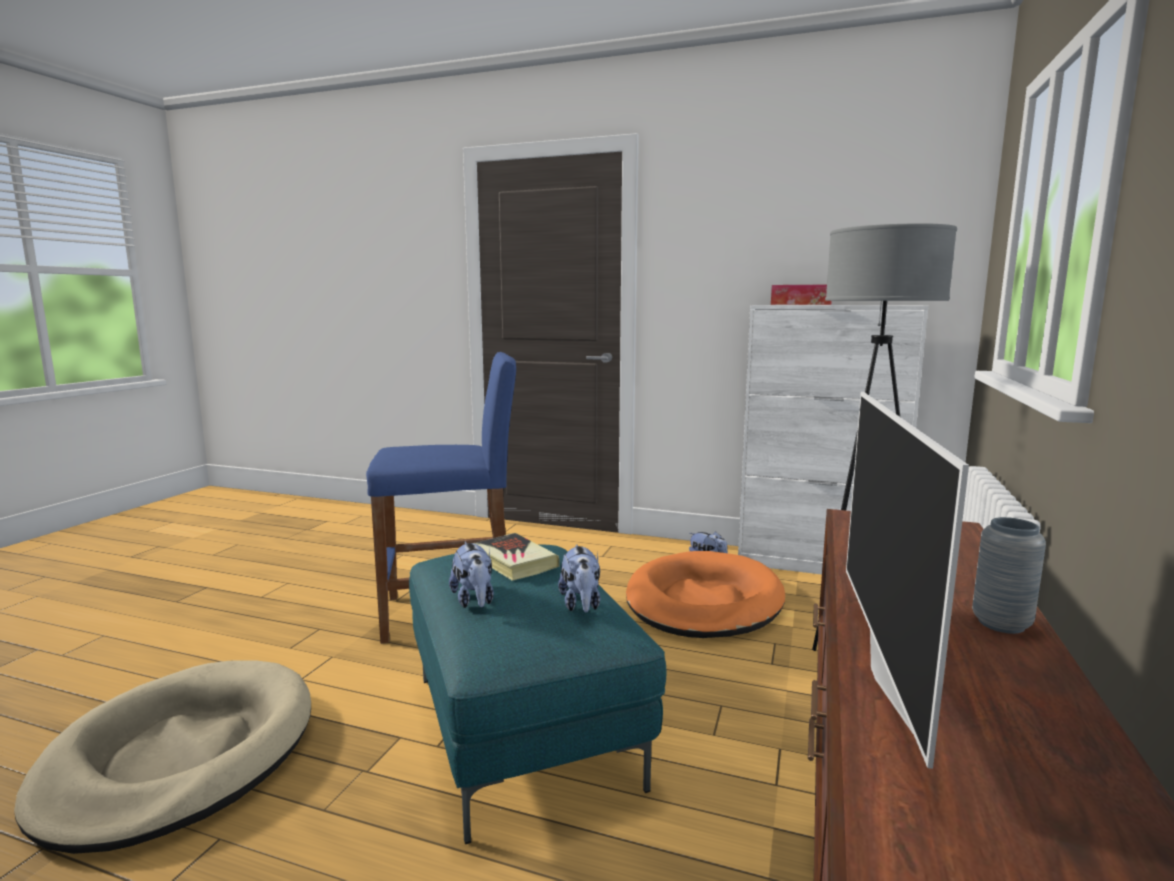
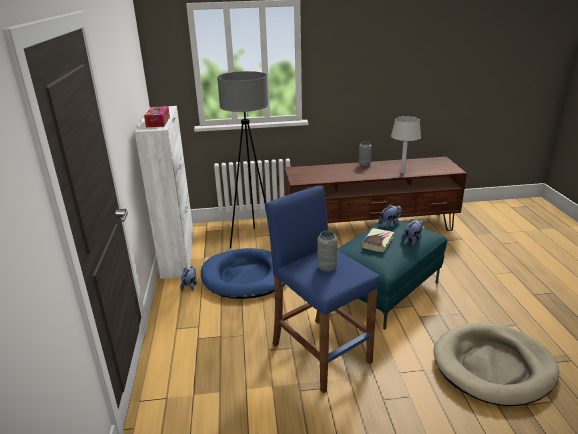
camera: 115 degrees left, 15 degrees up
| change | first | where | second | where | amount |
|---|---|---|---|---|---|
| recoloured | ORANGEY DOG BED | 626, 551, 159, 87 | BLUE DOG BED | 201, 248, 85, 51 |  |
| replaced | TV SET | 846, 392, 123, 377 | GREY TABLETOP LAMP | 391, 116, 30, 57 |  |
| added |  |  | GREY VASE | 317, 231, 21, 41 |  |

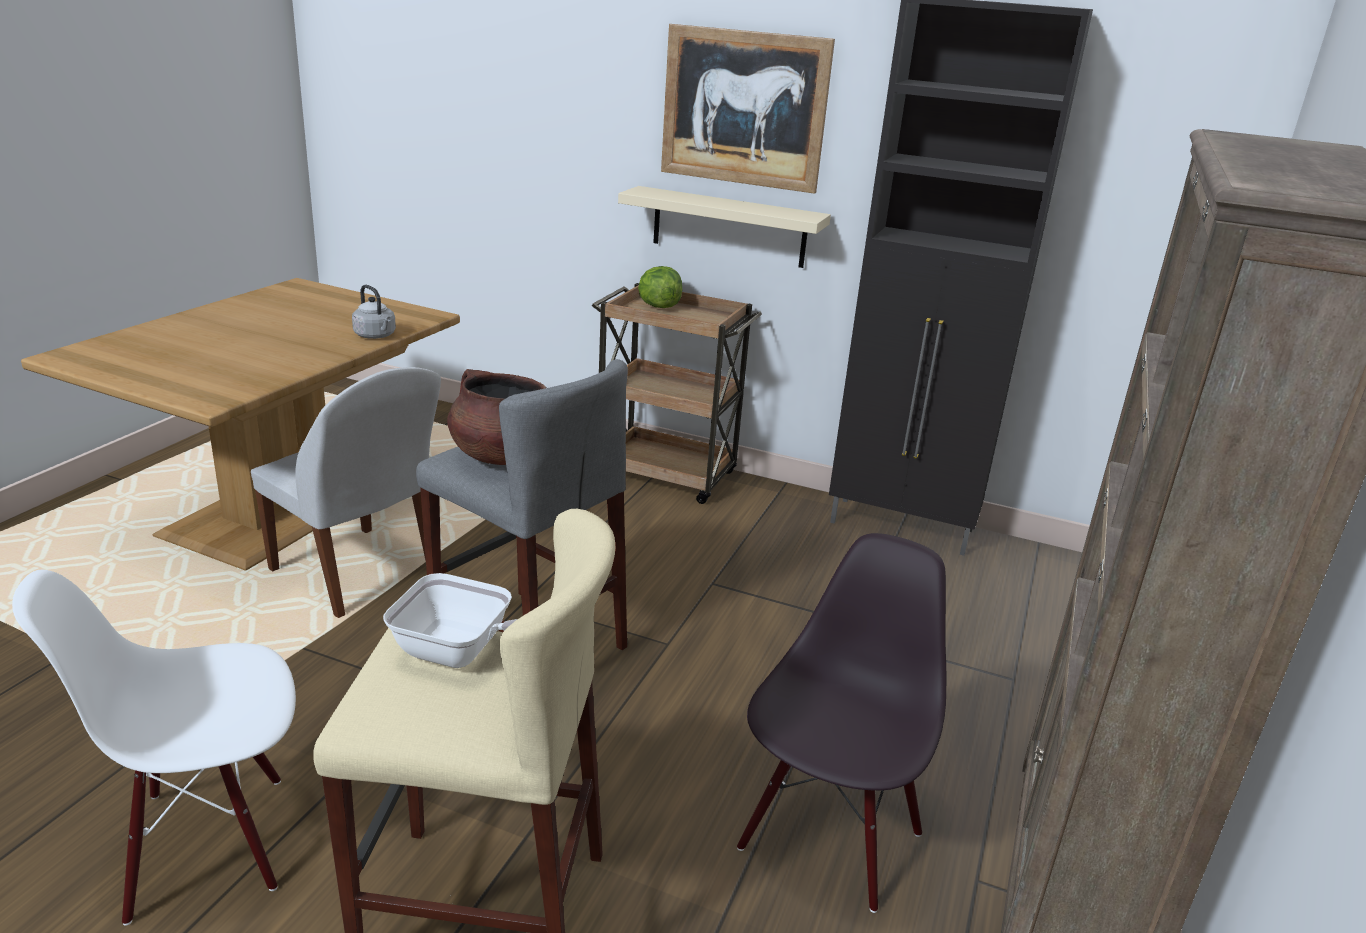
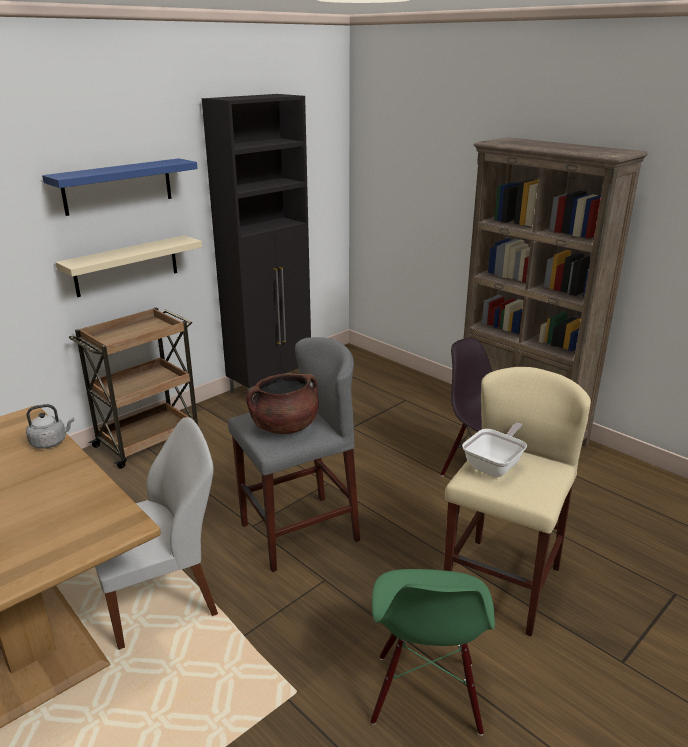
camera: 65 degrees left, 0 degrees up
| change | first | where | second | where | amount |
|---|---|---|---|---|---|
| recoloured | WHITE UPRIGHT CHAIR | 12, 569, 284, 357 | GREENISH UPRIGHT CHAIR | 371, 569, 124, 167 |  |
| removed | LETTUCE HEAD | 638, 266, 44, 42 |  |  |  |
| replaced | PICTURE | 661, 24, 174, 170 | BLUE WALL SHELF | 42, 158, 156, 58 |  |

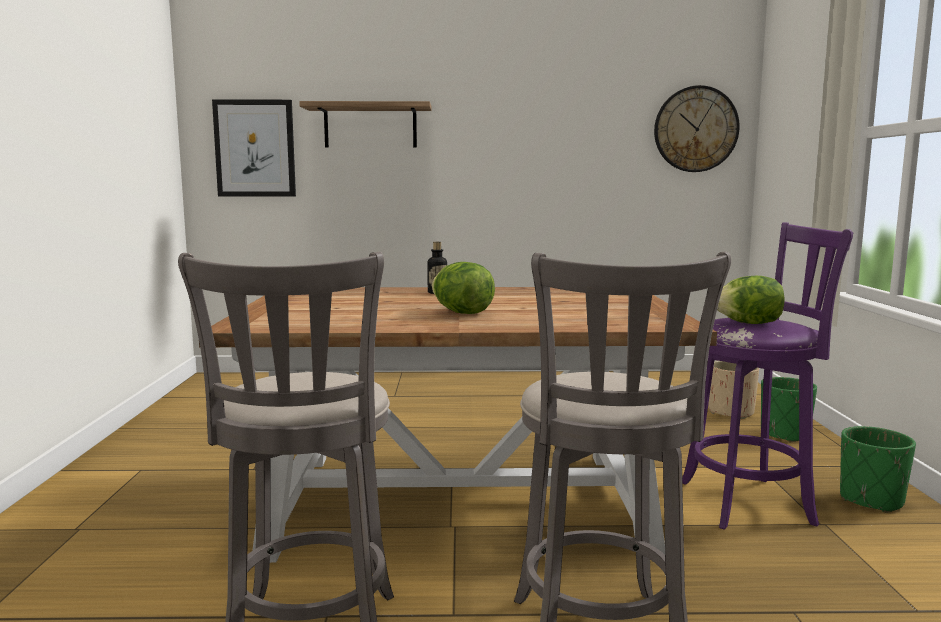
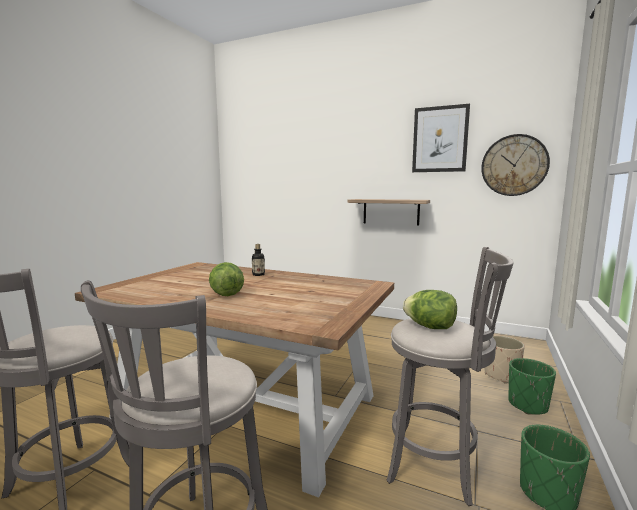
camera: 25 degrees right, 0 degrees up
| change | first | where | second | where | amount |
|---|---|---|---|---|---|
| moved | PICTURE | 212, 100, 84, 97 |  | 412, 104, 58, 68 |  |
| moved | WALL SHELF | 299, 101, 133, 47 |  | 347, 199, 83, 26 |  |
| recoloured | PURPLE-COLOURED STOOL SEAT | 682, 222, 171, 308 | GREY STOOL SEAT | 387, 247, 127, 259 |  |

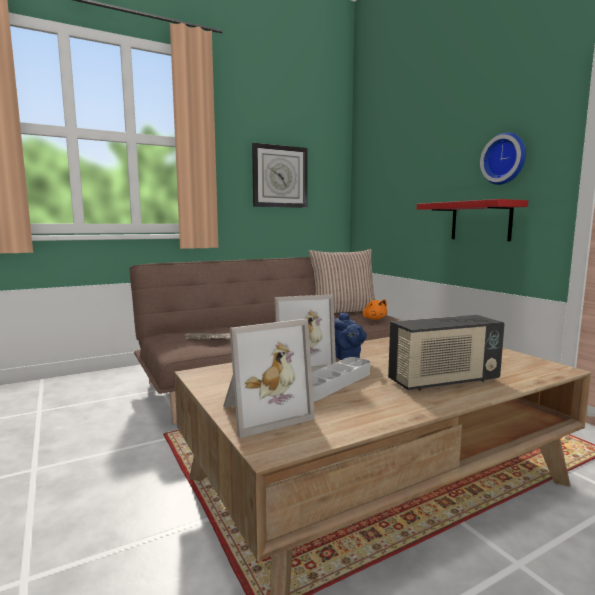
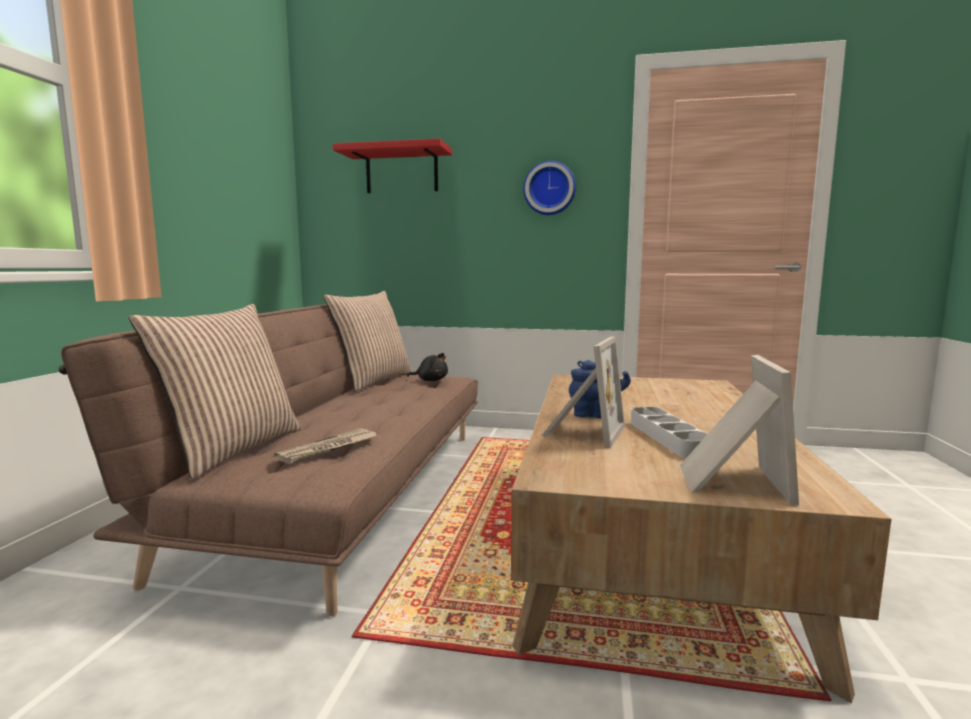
camera: 50 degrees left, 0 degrees up
| change | first | where | second | where | amount |
|---|---|---|---|---|---|
| removed | CLOCK ON THE WALL | 252, 143, 56, 65 |  |  |  |
| recoloured | ORANGEY CUDDLY TOY | 363, 299, 24, 21 | BLACKISH CUDDLY TOY | 407, 353, 41, 28 |  |
| removed | RADIO | 388, 315, 116, 75 |  |  |  |
| moved | RED WALL SHELF | 417, 199, 111, 42 |  | 333, 138, 119, 55 |  |
| added |  |  | THROW PILLOW | 129, 304, 172, 175 |  |

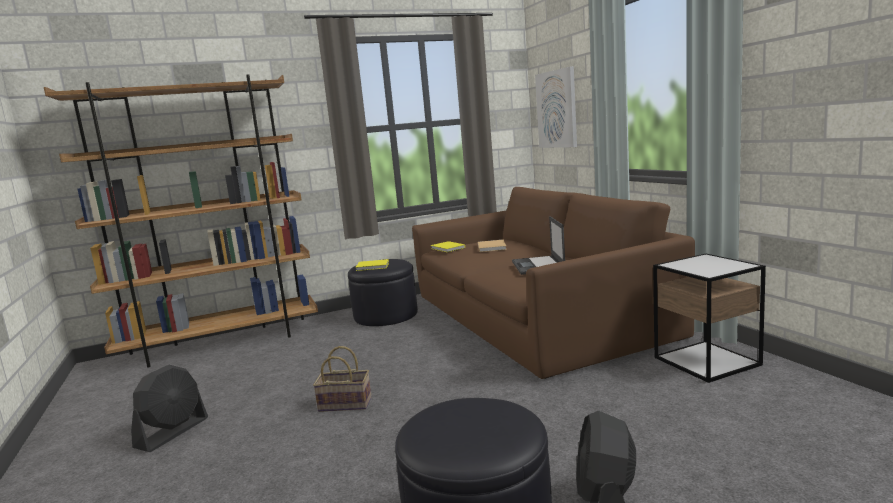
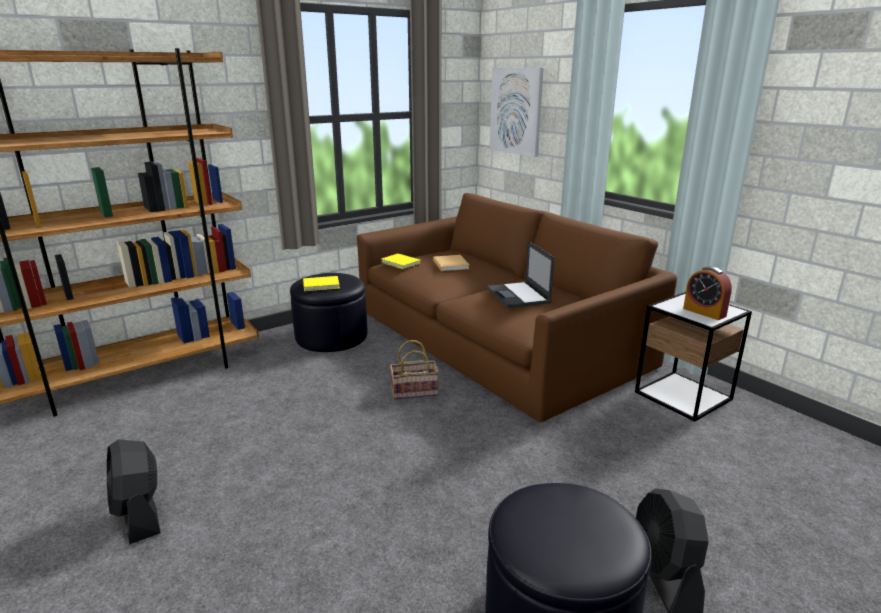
camera: 15 degrees left, 10 degrees up
| change | first | where | second | where | amount |
|---|---|---|---|---|---|
| turned | BLACKISH FAN | 131, 365, 77, 87 |  | 107, 439, 54, 105 | 135 degrees clockwise |
| moved | STORAGE BASKET | 313, 346, 58, 66 |  | 390, 340, 49, 60 |  |
| added |  |  | BEDSIDE CLOCK | 683, 266, 49, 54 |  |

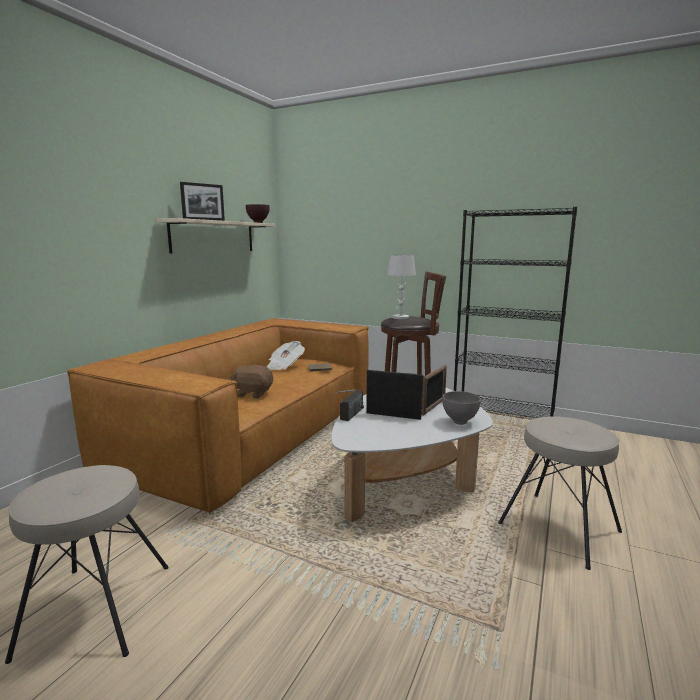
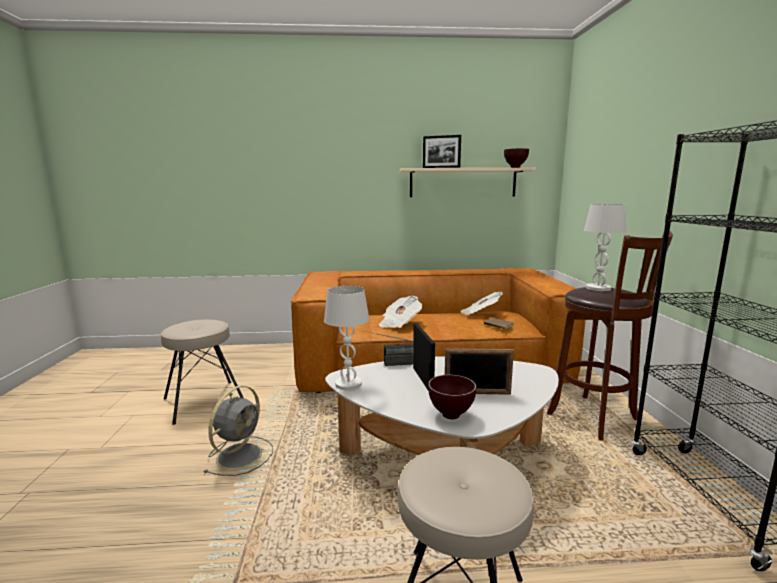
camera: 60 degrees right, 0 degrees up
| change | first | where | second | where | amount |
|---|---|---|---|---|---|
| replaced | BROWNISH CUDDLY TOY | 230, 365, 43, 33 | DAILY PAPER | 379, 296, 43, 32 |  |
| recoloured | GREY SERVING BOWL | 442, 391, 39, 34 | BROWNISH SERVING BOWL | 428, 375, 48, 44 |  |
| added |  |  | GREY FAN | 204, 386, 69, 90 |  |
| added |  |  | WHITE TABLETOP LAMP | 324, 286, 45, 104 |  |

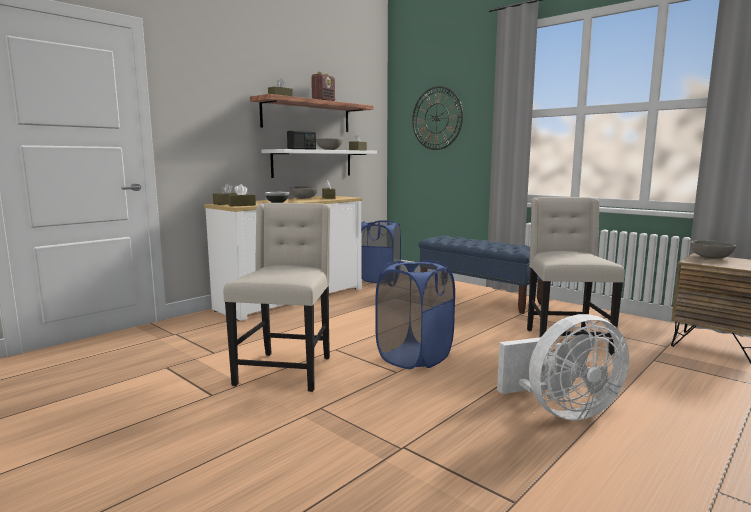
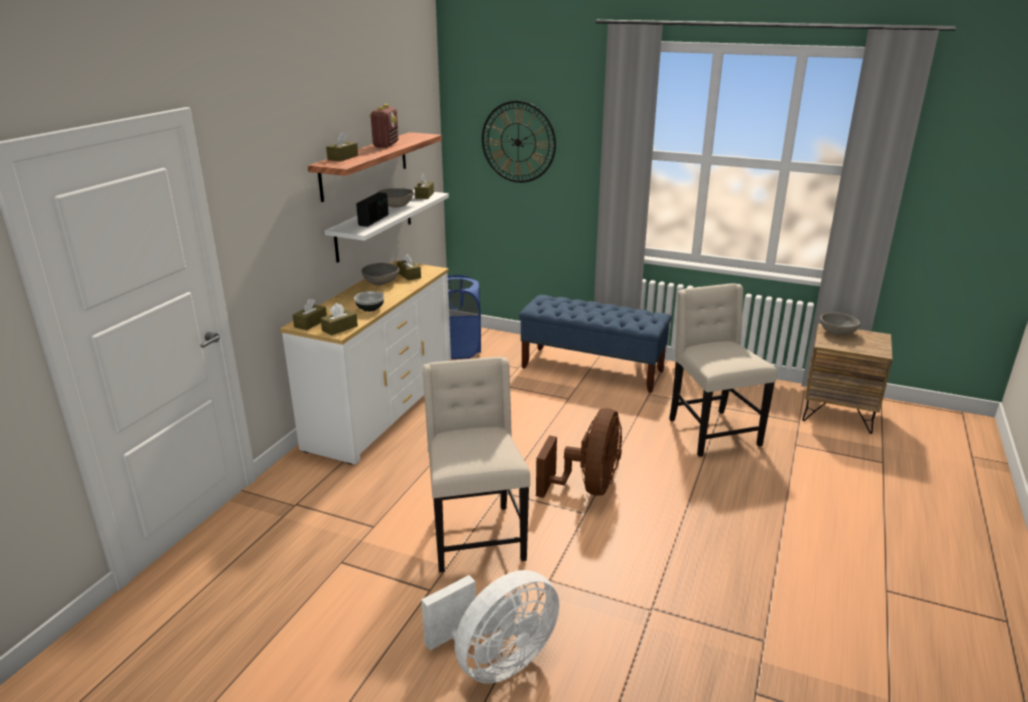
camera: 20 degrees left, 15 degrees up
| change | first | where | second | where | amount |
|---|---|---|---|---|---|
| replaced | BLUE LAUNDRY BASKET | 375, 260, 80, 109 | BROWNISH FAN | 536, 408, 86, 90 |  |
| moved | WHITE FAN | 497, 314, 132, 107 |  | 421, 570, 139, 113 |  |

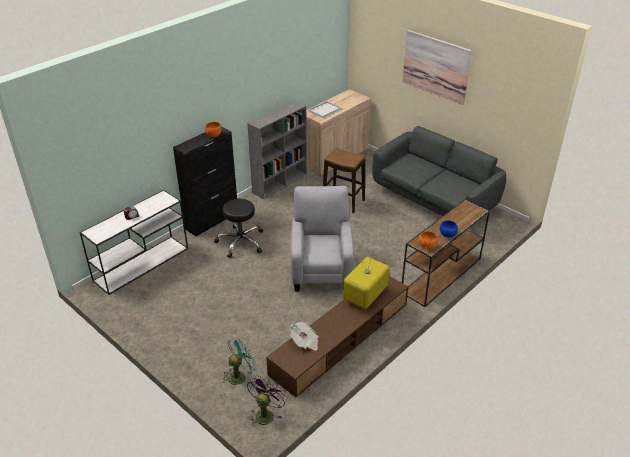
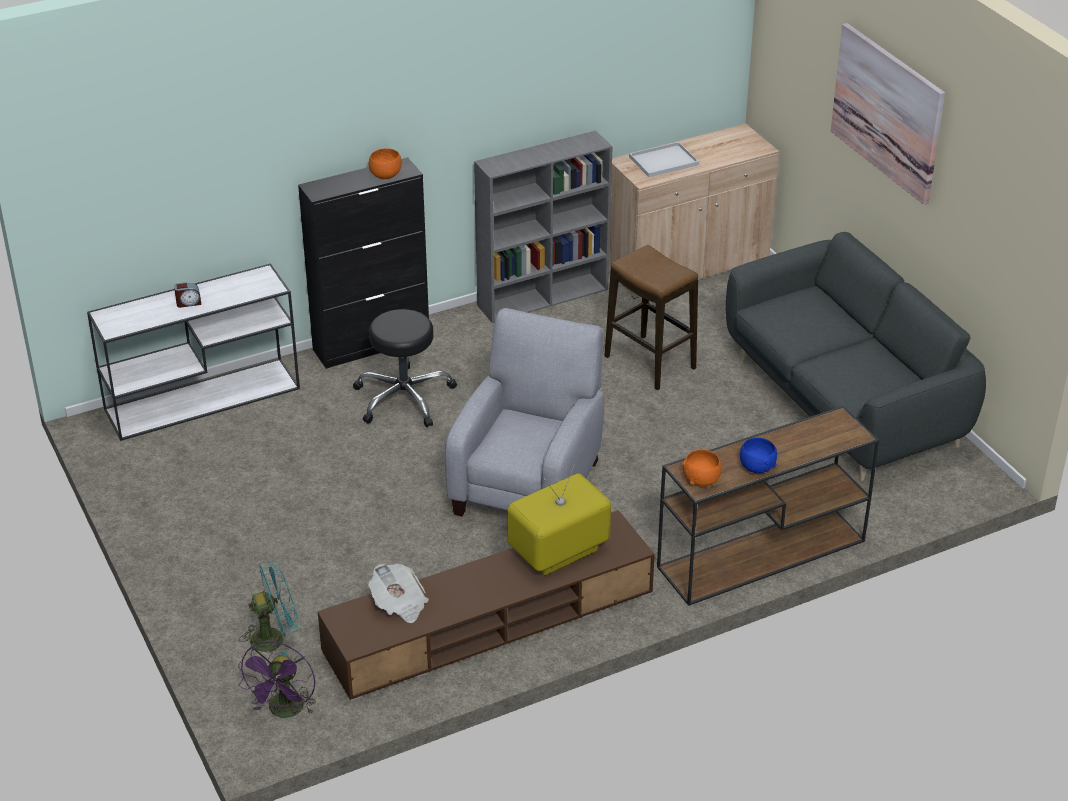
camera: 20 degrees right, 0 degrees up
| change | first | where | second | where | amount |
|---|---|---|---|---|---|
| turned | PURPLE-COLOURED FAN | 247, 376, 39, 51 |  | 238, 642, 78, 76 | 150 degrees clockwise |

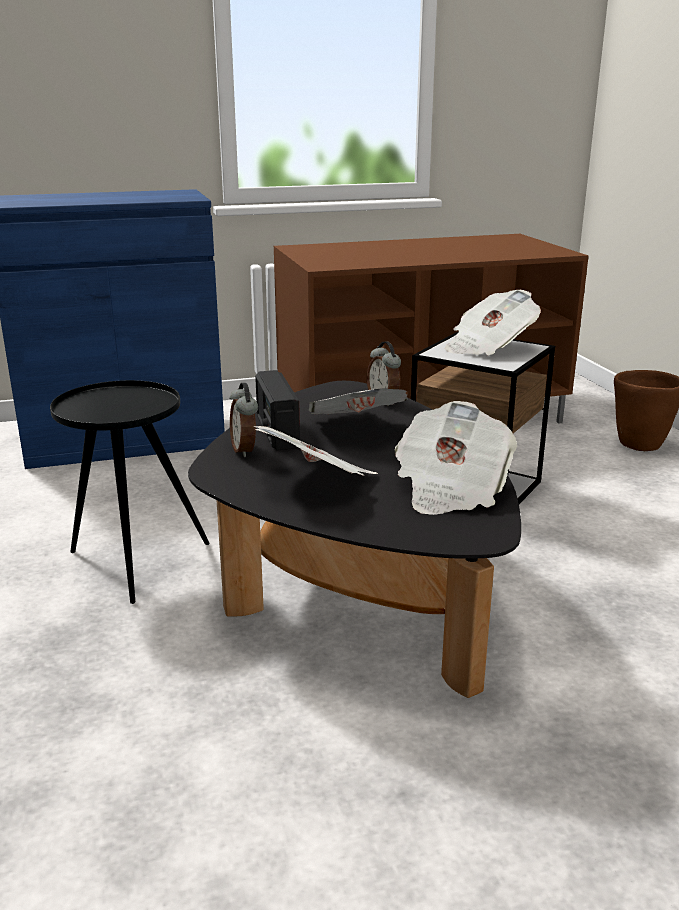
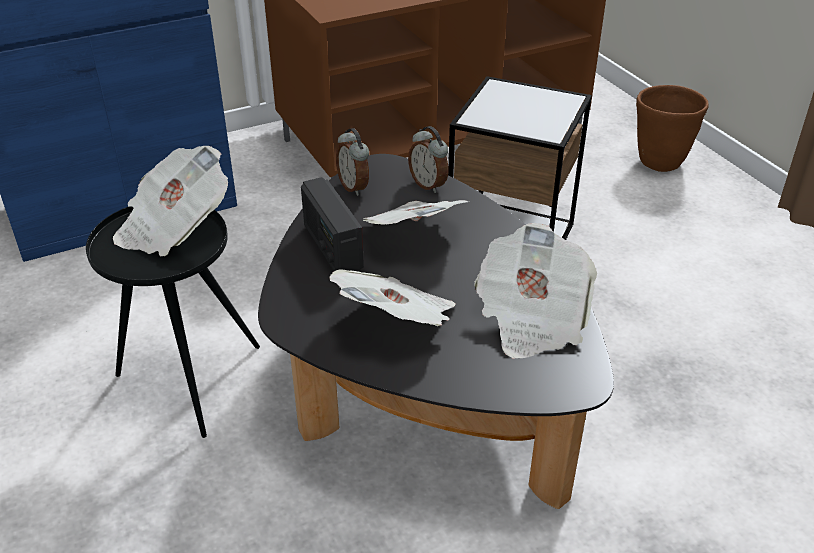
camera: 10 degrees left, 15 degrees up
| change | first | where | second | where | amount |
|---|---|---|---|---|---|
| moved | BEDSIDE CLOCK | 230, 383, 28, 74 |  | 336, 128, 33, 68 |  |
| moved | DAILY PAPER | 445, 290, 96, 65 |  | 113, 146, 115, 111 |  |

